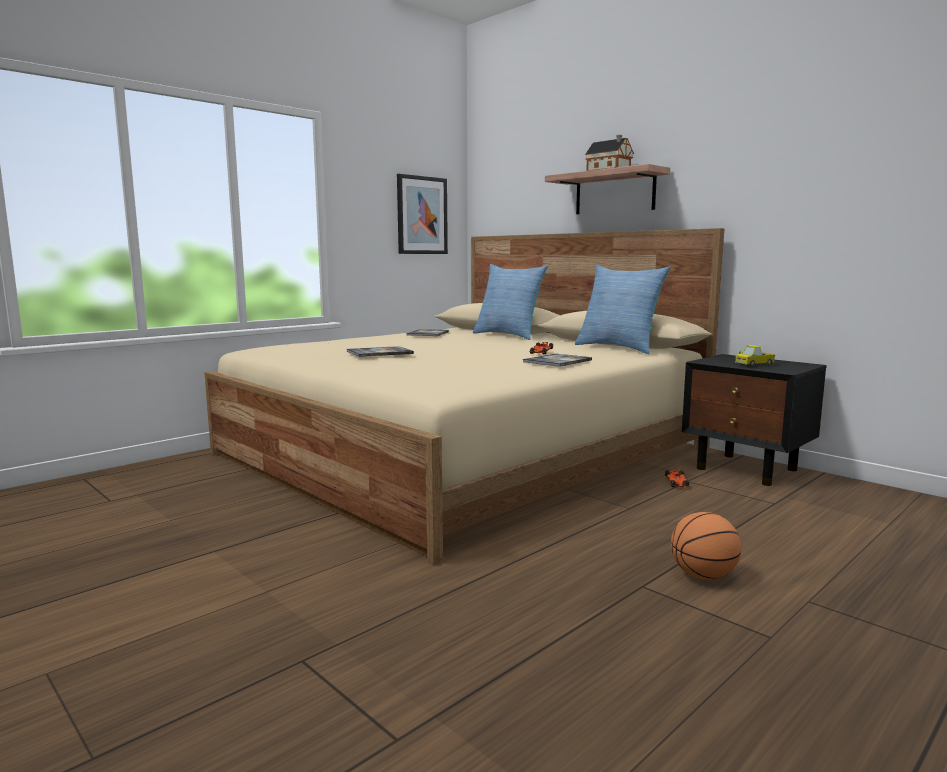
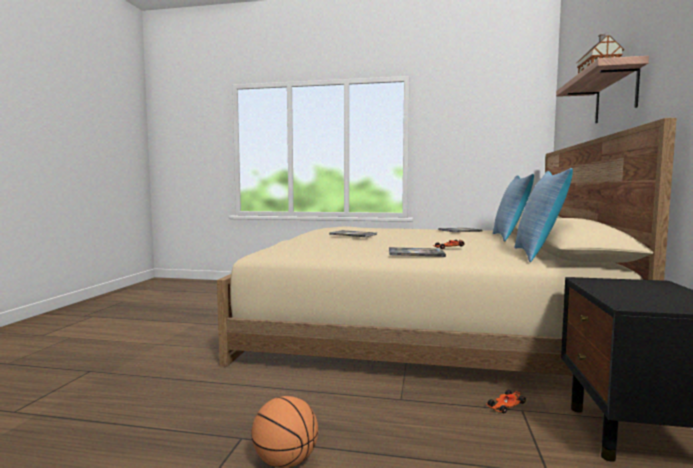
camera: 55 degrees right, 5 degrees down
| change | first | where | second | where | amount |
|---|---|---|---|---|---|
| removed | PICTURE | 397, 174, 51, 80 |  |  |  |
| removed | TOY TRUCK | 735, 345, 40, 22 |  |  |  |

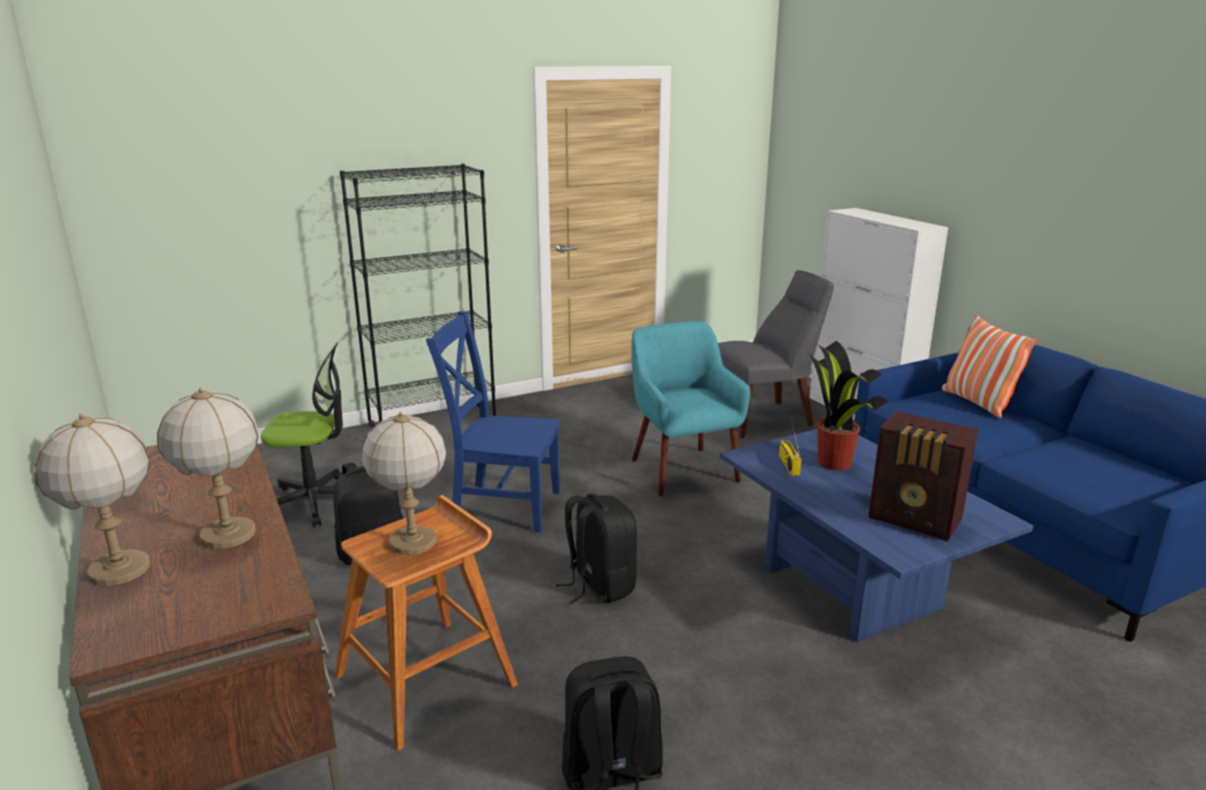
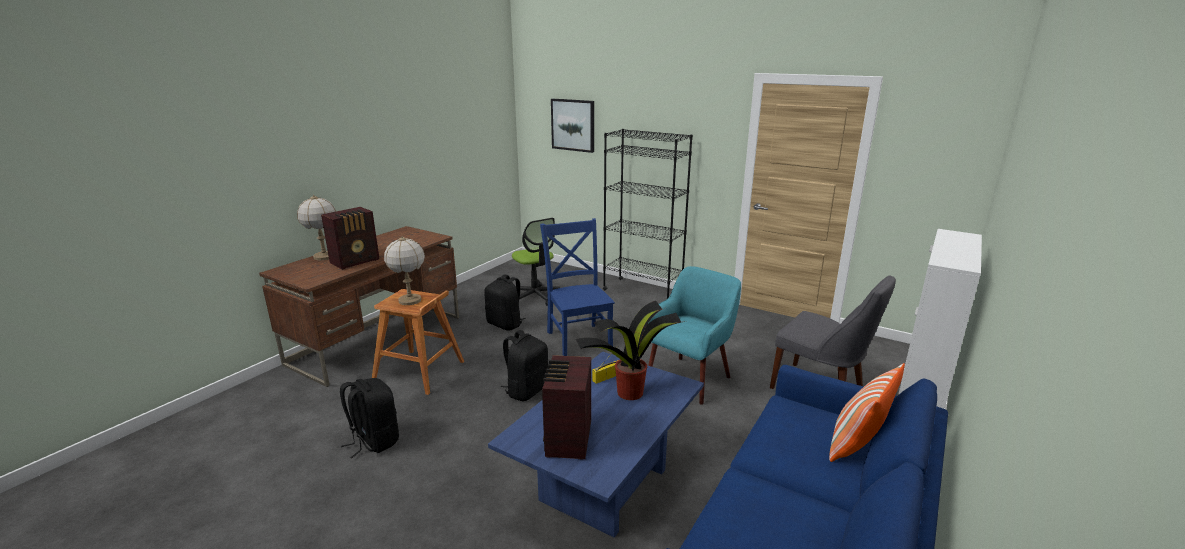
camera: 60 degrees right, 0 degrees up
| change | first | where | second | where | amount |
|---|---|---|---|---|---|
| replaced | TABLETOP LAMP | 157, 388, 102, 161 | RADIO | 321, 207, 58, 63 |  |
| added |  |  | PICTURE | 551, 99, 43, 54 |  |

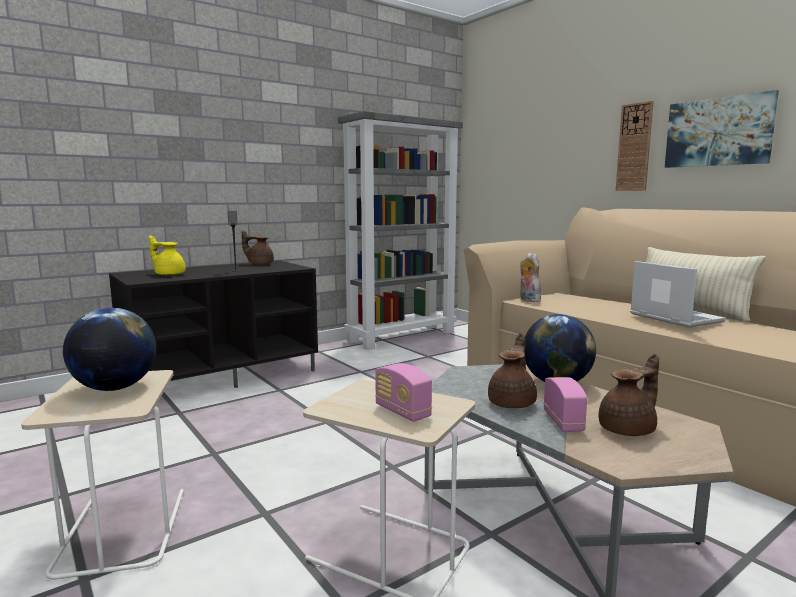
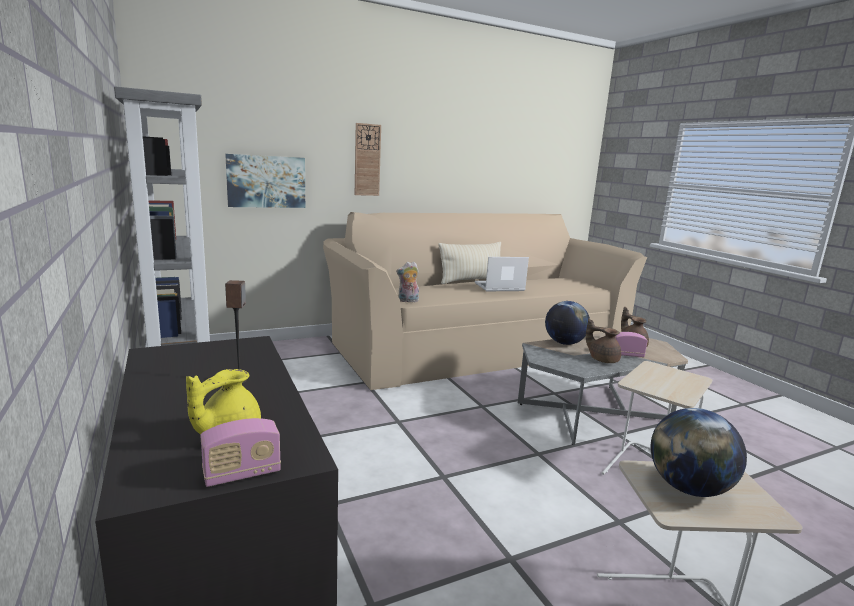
camera: 80 degrees left, 5 degrees up
| change | first | where | second | where | amount |
|---|---|---|---|---|---|
| removed | BROWNISH TEA POT | 241, 230, 33, 35 |  |  |  |
| moved | RADIO | 375, 363, 57, 59 |  | 201, 418, 80, 69 |  |
| moved | PICTURE | 665, 90, 114, 78 |  | 225, 154, 80, 54 |  |

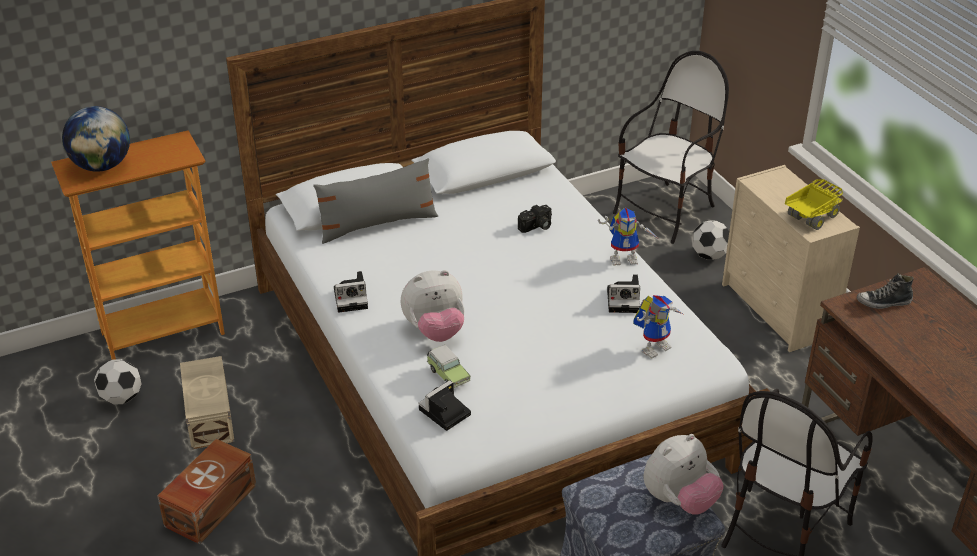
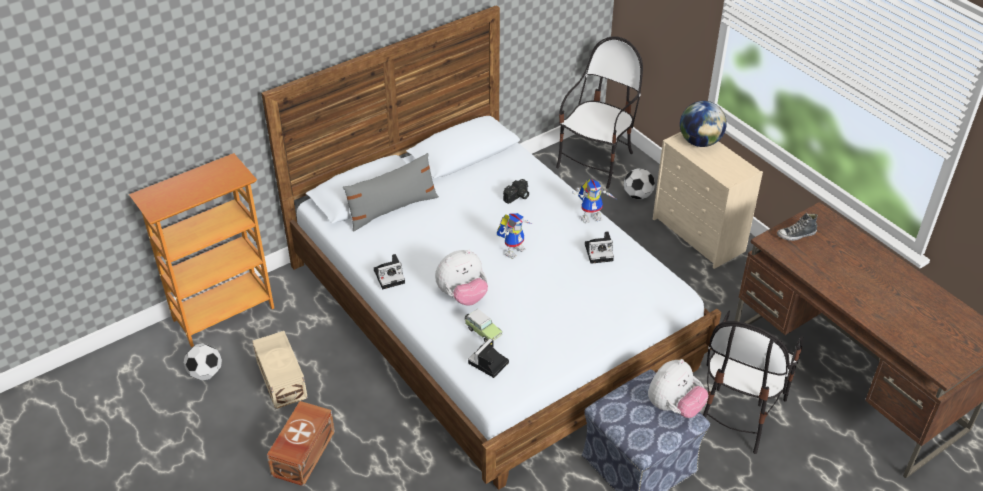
camera: 10 degrees left, 5 degrees up
| change | first | where | second | where | amount |
|---|---|---|---|---|---|
| moved | WORLD GLOBE | 62, 106, 68, 66 |  | 680, 101, 47, 46 |  |
| moved | ROBOT FIGURE | 633, 295, 50, 64 |  | 497, 213, 35, 46 |  |
| removed | TOY TRUCK | 785, 179, 58, 51 |  |  |  |

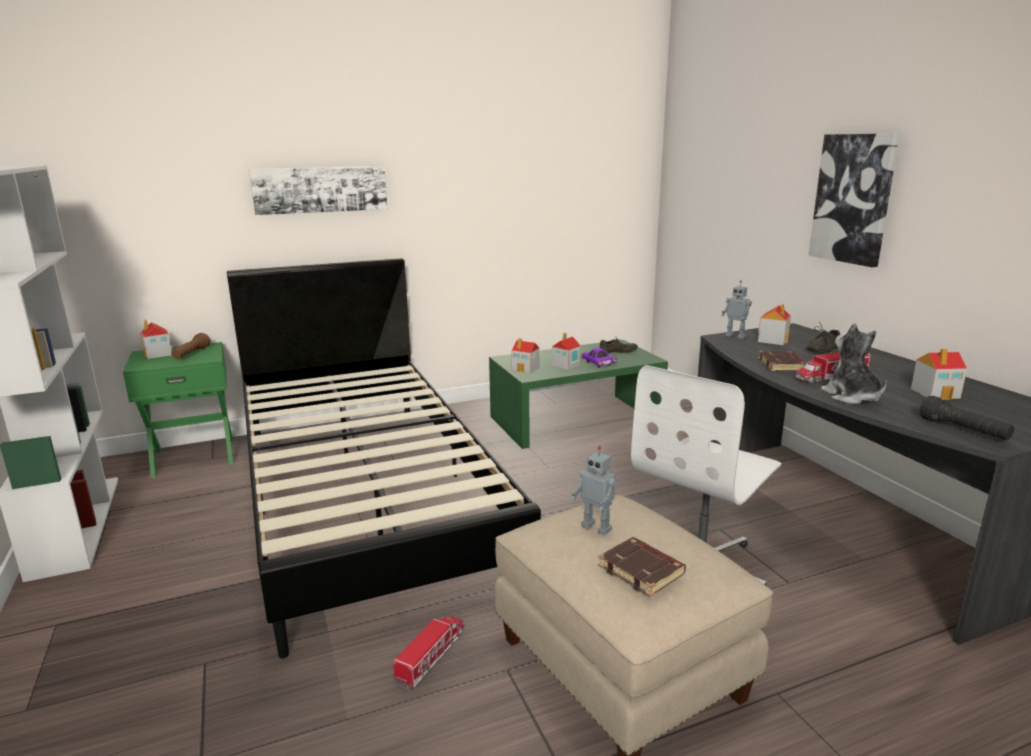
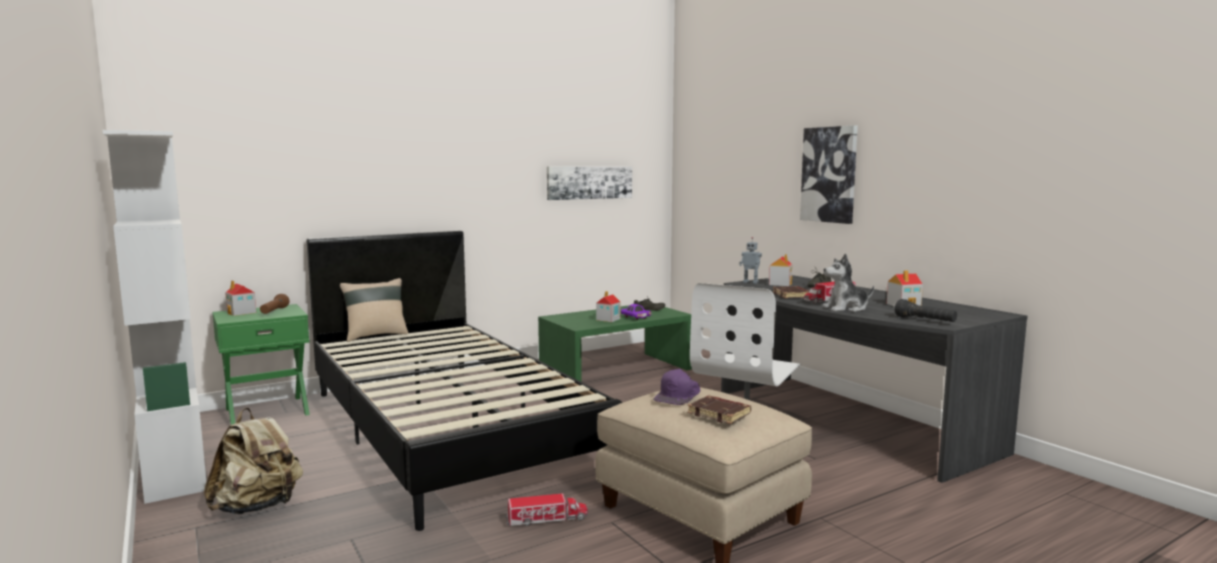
camera: 10 degrees left, 10 degrees down
| change | first | where | second | where | amount |
|---|---|---|---|---|---|
| moved | PICTURE | 249, 166, 138, 49 |  | 547, 166, 85, 34 |  |
| turned | TOY TRUCK | 393, 617, 71, 73 |  | 505, 493, 83, 33 | 60 degrees clockwise |
| removed | TOY HOUSE | 511, 338, 28, 35 |  |  |  |
| replaced | ROBOT FIGURE | 571, 446, 46, 89 | PURPLE-COLOURED PEAKED CAP | 653, 369, 47, 36 |  |
| turned | CUDDLY TOY | 820, 323, 67, 81 |  | 822, 254, 52, 58 | 75 degrees counterclockwise |
| added |  |  | BEIGE-COLOURED KNAPSACK | 204, 408, 99, 106 |  |
| added |  |  | BEIGE-COLOURED THROW PILLOW | 340, 278, 69, 64 |  |

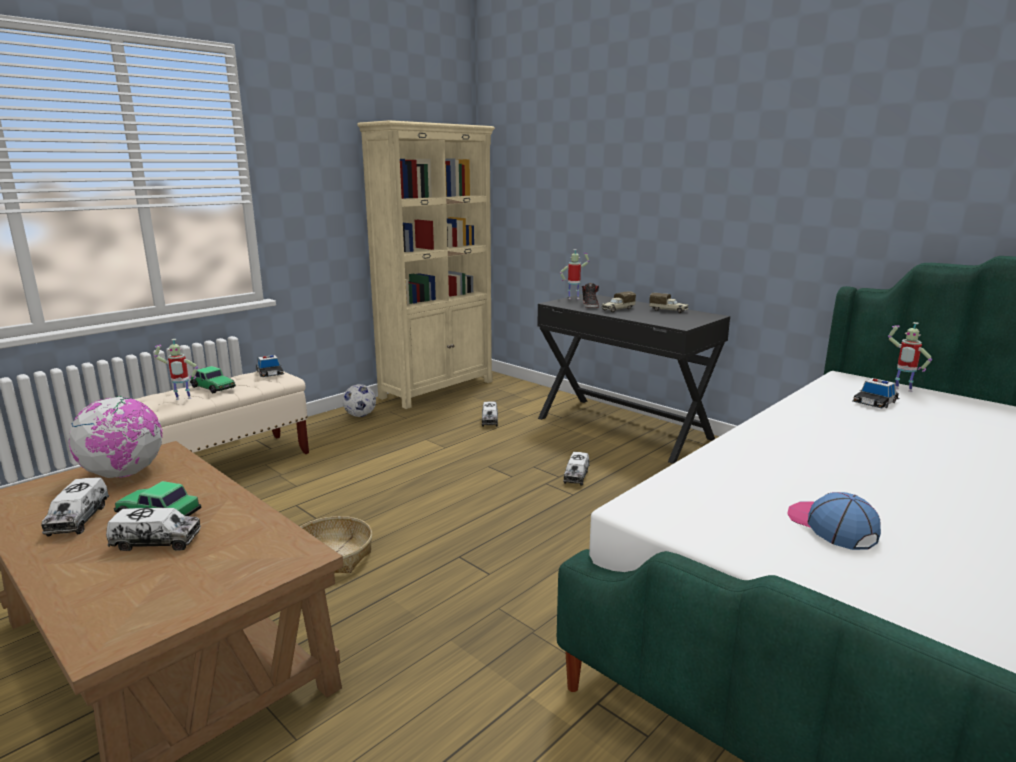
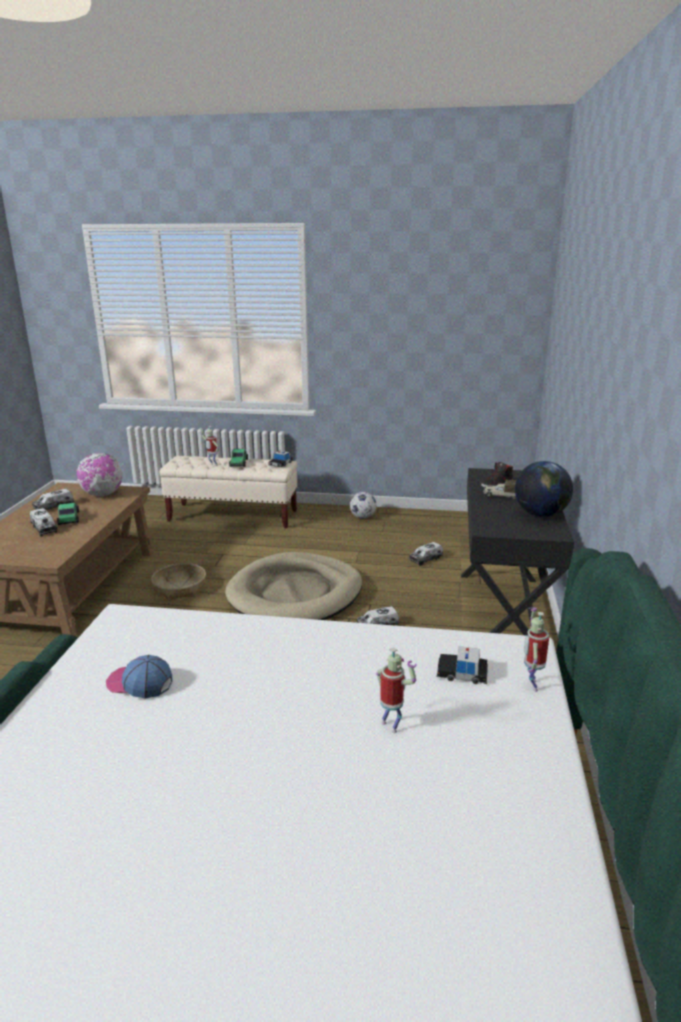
camera: 55 degrees right, 5 degrees up
| change | first | where | second | where | amount |
|---|---|---|---|---|---|
| removed | BEIGE-COLOURED BOOKCASE | 357, 120, 138, 289 |  |  |  |
| moved | ROBOT FIGURE | 560, 249, 29, 50 |  | 376, 647, 41, 86 |  |
| replaced | TOY TRUCK | 649, 293, 40, 20 | WORLD GLOBE | 515, 461, 58, 56 |  |
| turned | PEAKED CAP | 787, 492, 94, 58 |  | 106, 655, 66, 43 | 105 degrees counterclockwise |
| added |  |  | BEIGE-COLOURED DOG BED | 225, 552, 137, 68 |  |

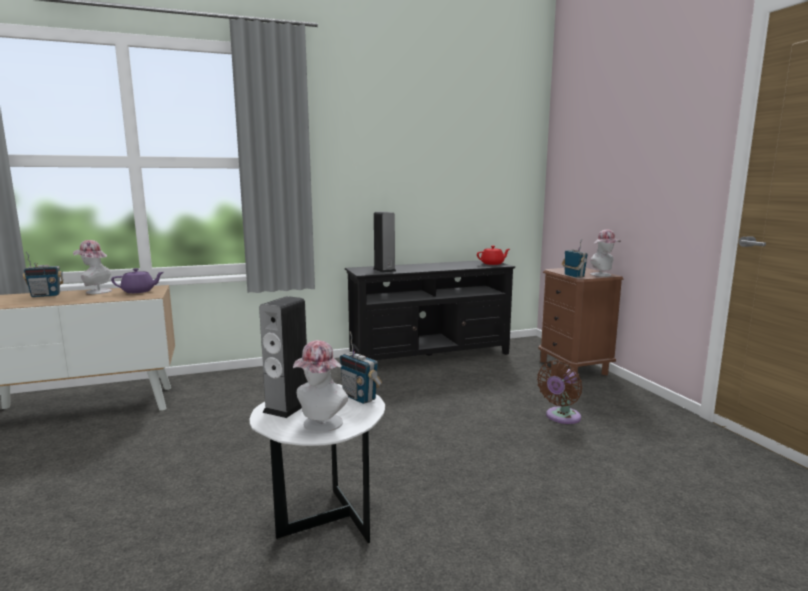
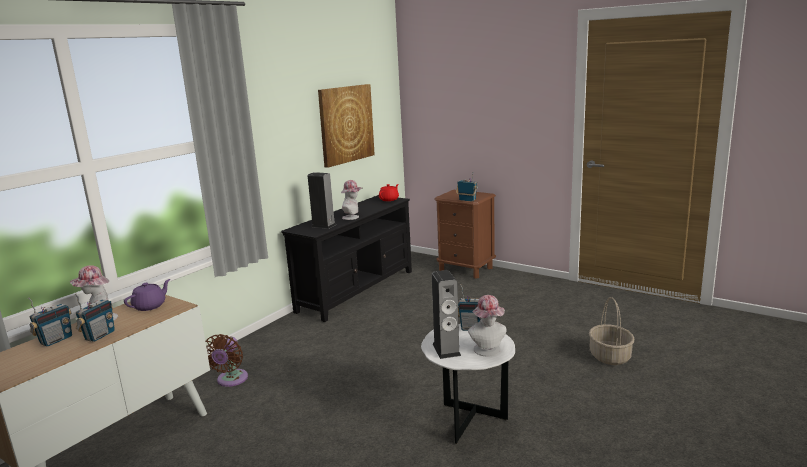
camera: 35 degrees left, 5 degrees up
| change | first | where | second | where | amount |
|---|---|---|---|---|---|
| moved | BROWNISH FAN | 537, 360, 45, 64 |  | 205, 334, 43, 53 |  |
| moved | CLOTHING HAT | 590, 229, 31, 48 |  | 341, 180, 21, 40 |  |
| added |  |  | RADIO | 74, 293, 41, 49 |  |
| added |  |  | PICTURE | 318, 84, 57, 84 |  |
| added |  |  | STORAGE BASKET | 589, 297, 45, 68 |  |

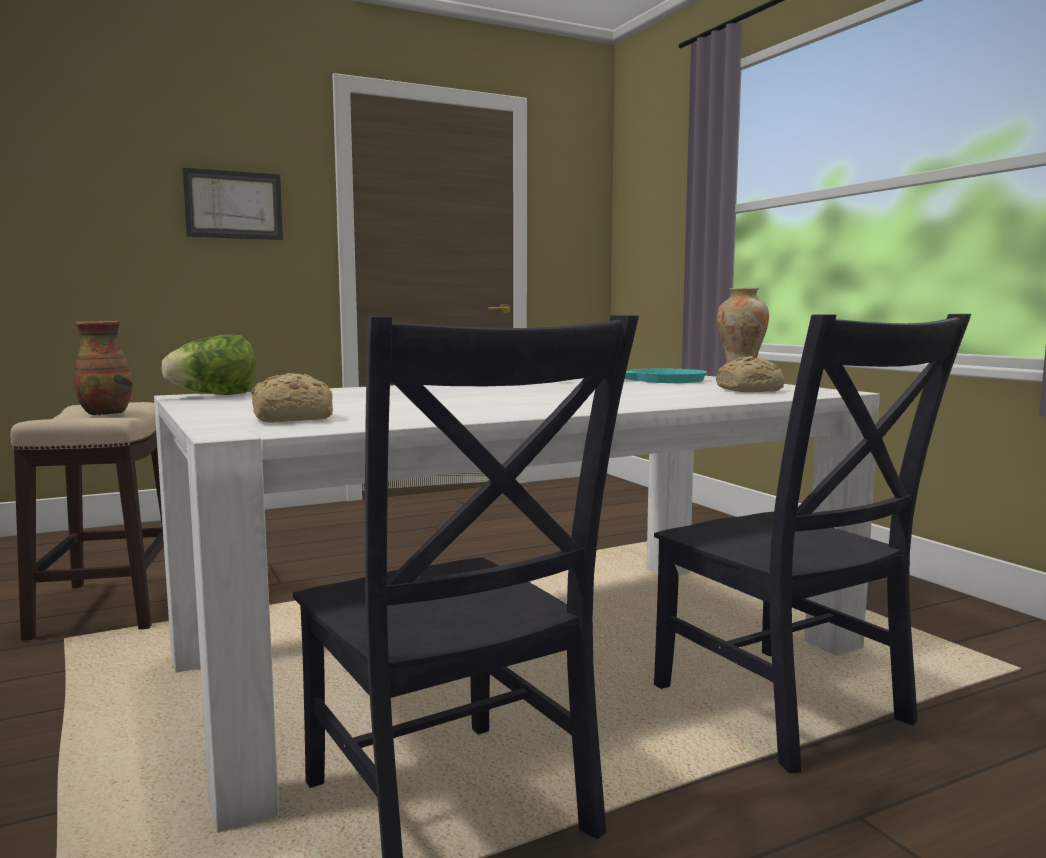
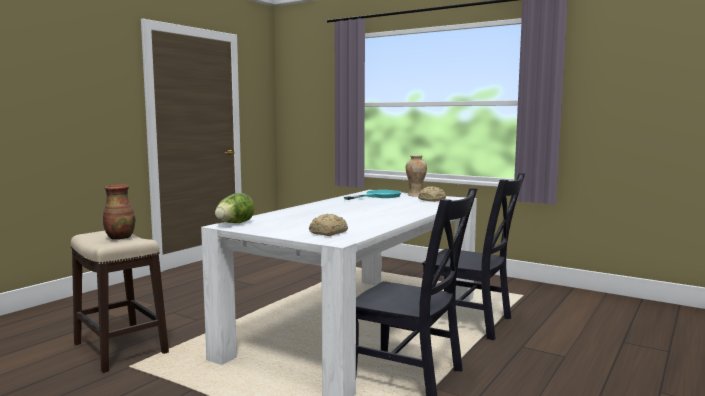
camera: 30 degrees left, 0 degrees up
| change | first | where | second | where | amount |
|---|---|---|---|---|---|
| removed | PICTURE | 182, 168, 101, 72 |  |  |  |

